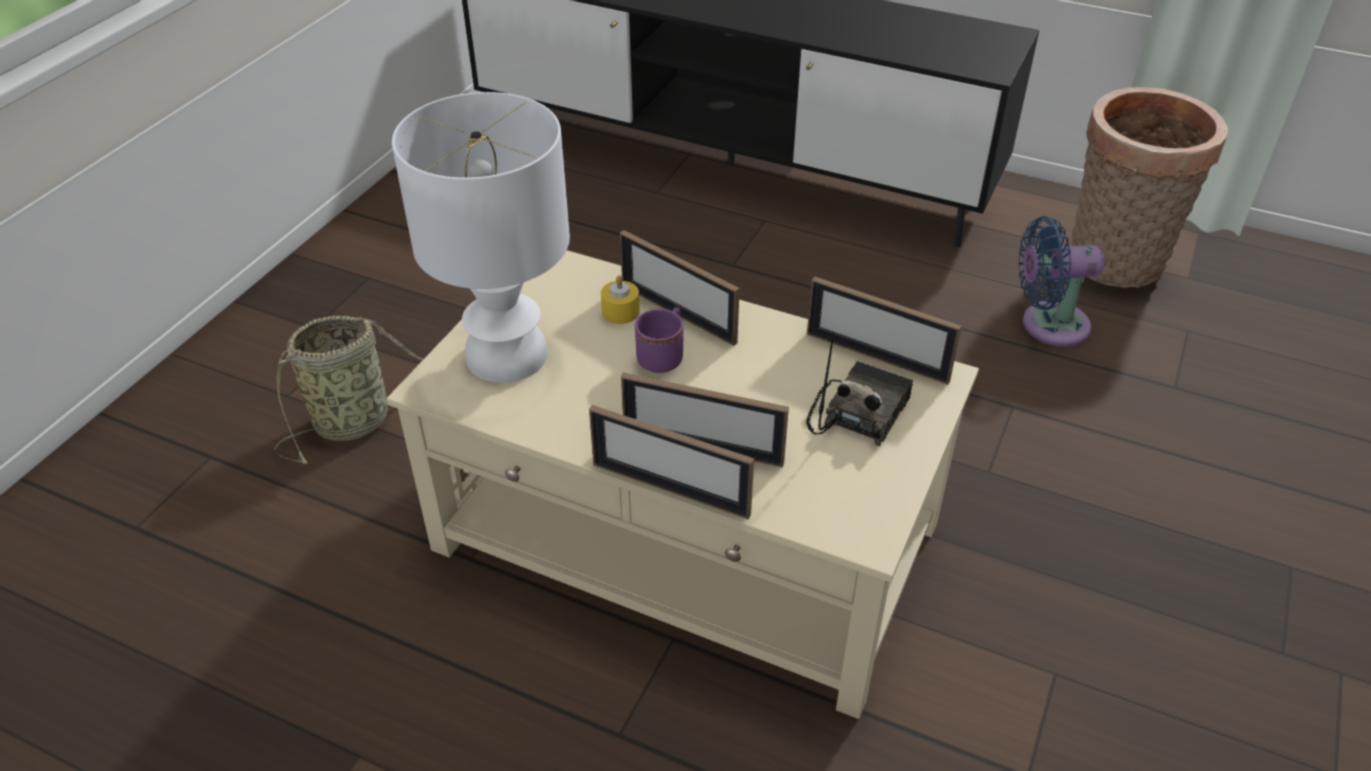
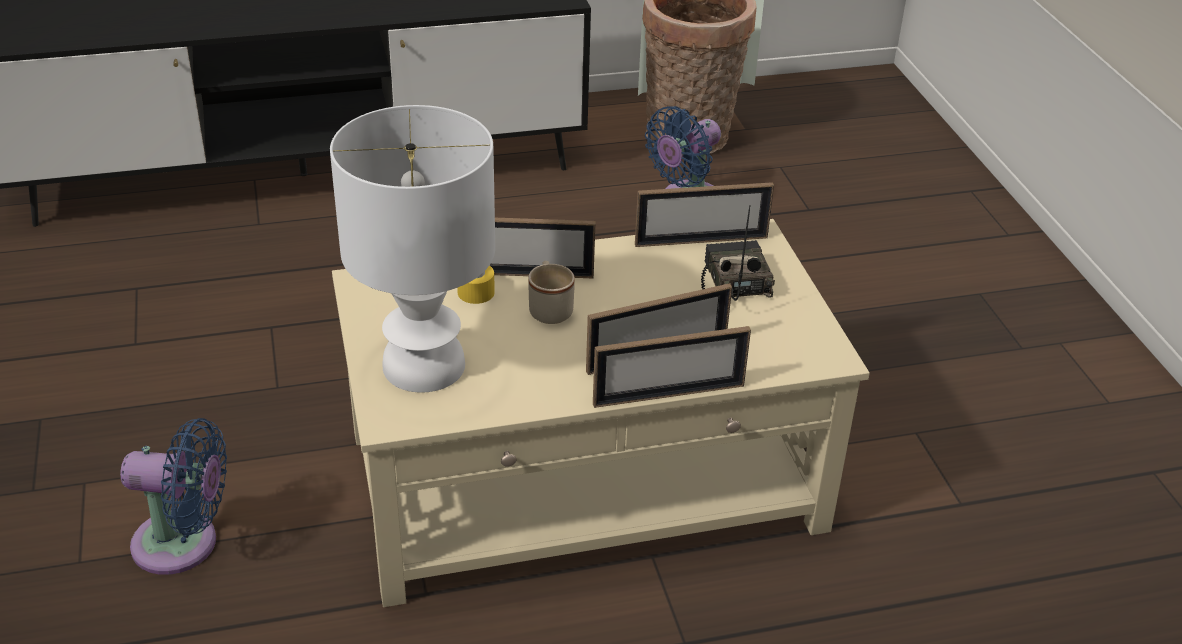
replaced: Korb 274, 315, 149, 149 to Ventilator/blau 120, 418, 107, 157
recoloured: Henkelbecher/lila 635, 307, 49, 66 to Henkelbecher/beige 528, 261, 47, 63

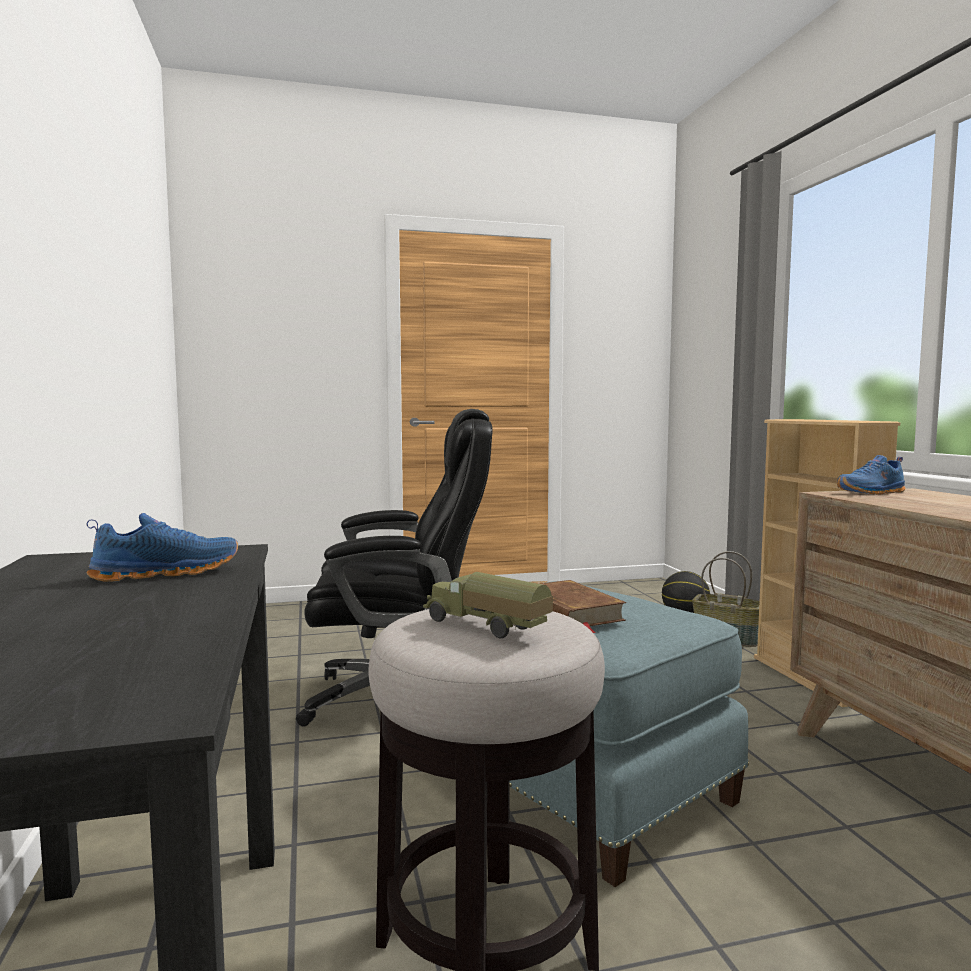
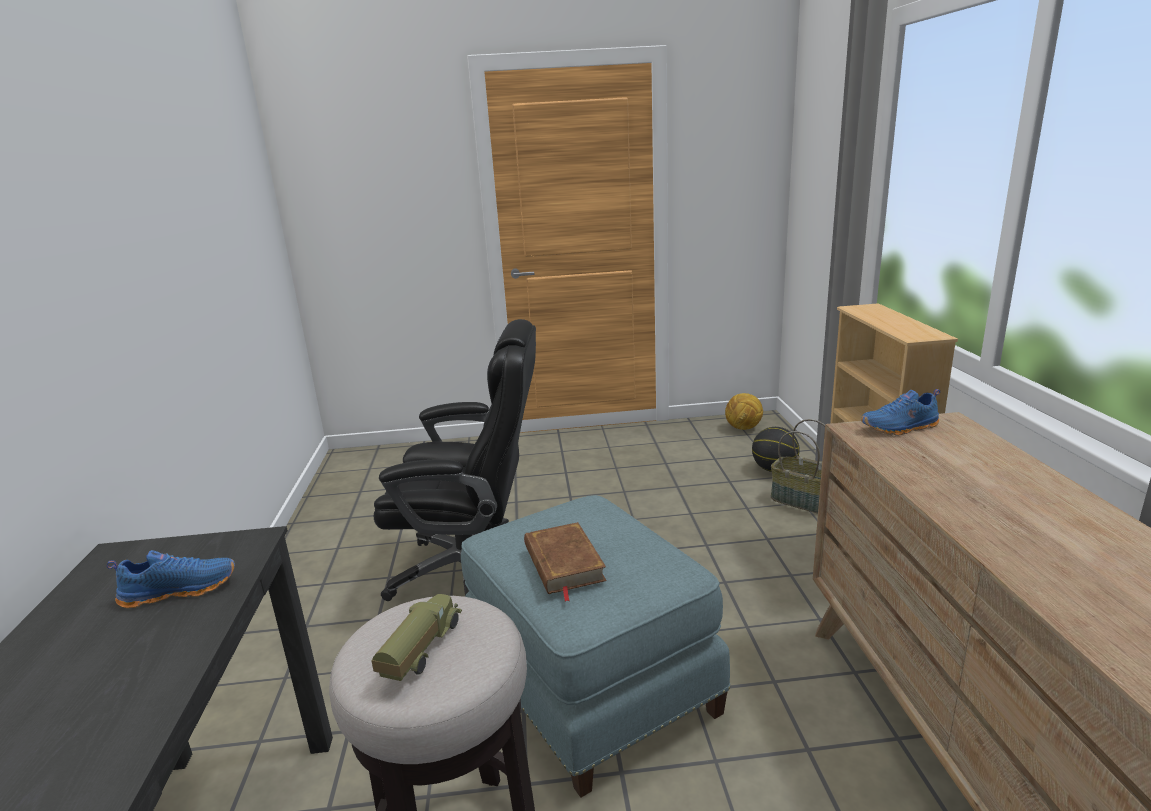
added: Fußball 725, 393, 38, 37
turned: Spielzeuglaster 423, 572, 130, 66 = 371, 594, 91, 87 60 degrees clockwise

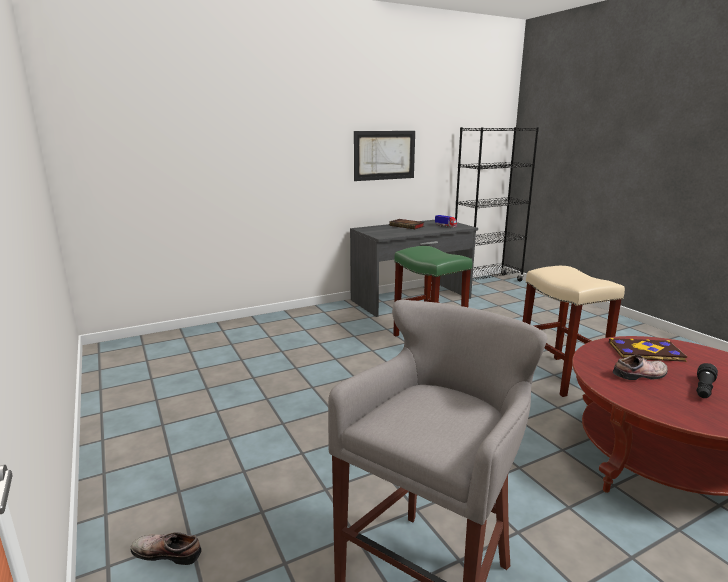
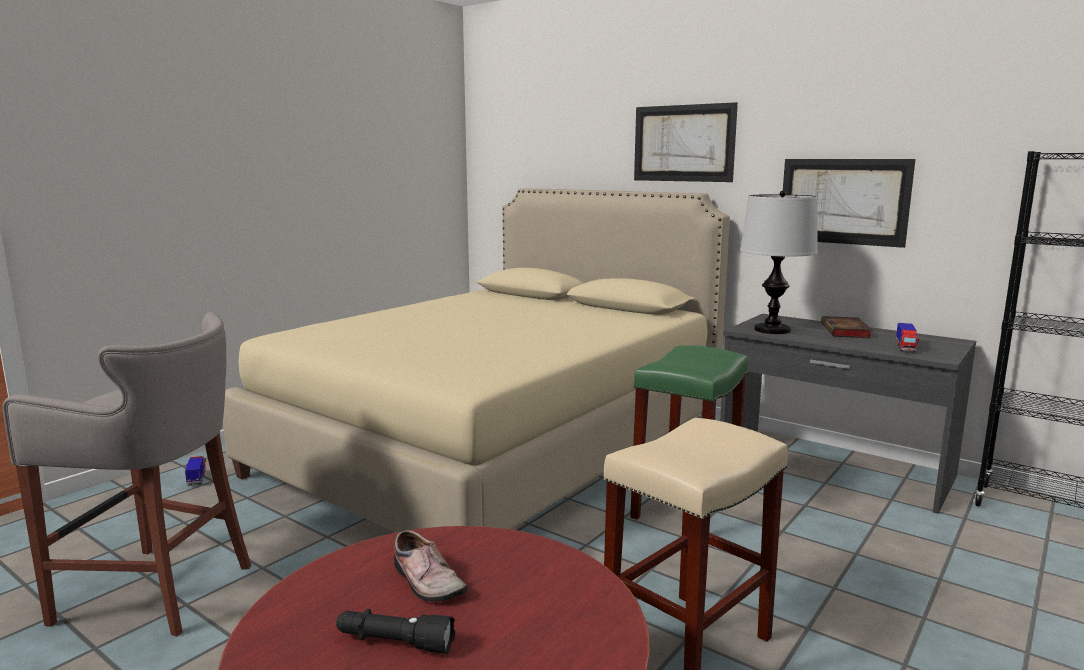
removed: Buch 609, 338, 78, 24
added: Bett/beige 223, 188, 507, 344; Bild 634, 102, 104, 80; Tischlampe 740, 191, 78, 143
replaced: Schuh 131, 532, 71, 33 to Spielzeuglaster 185, 456, 21, 30

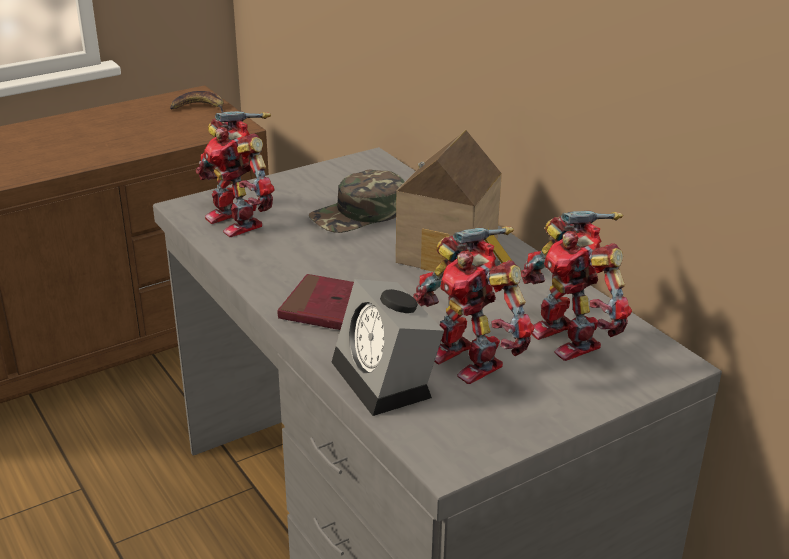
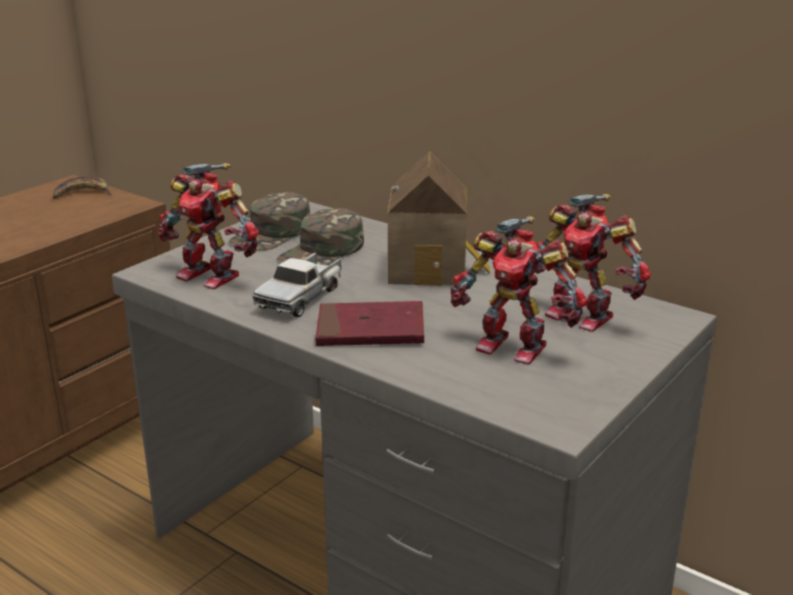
removed: Wecker 331, 279, 113, 137
added: Kappe/grün 229, 192, 81, 58; Spielzeuglaster 252, 253, 89, 64

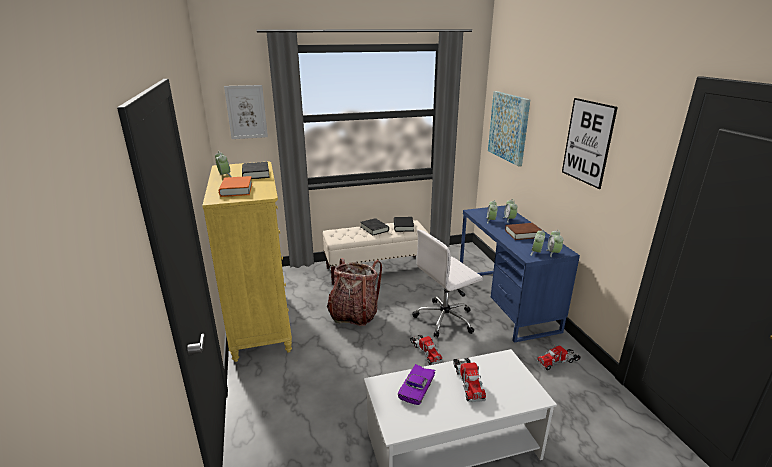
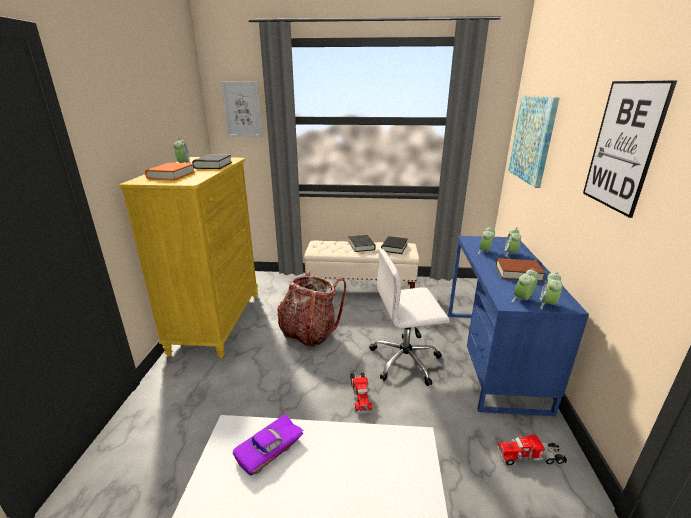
removed: Spielzeuglaster 453, 358, 33, 44

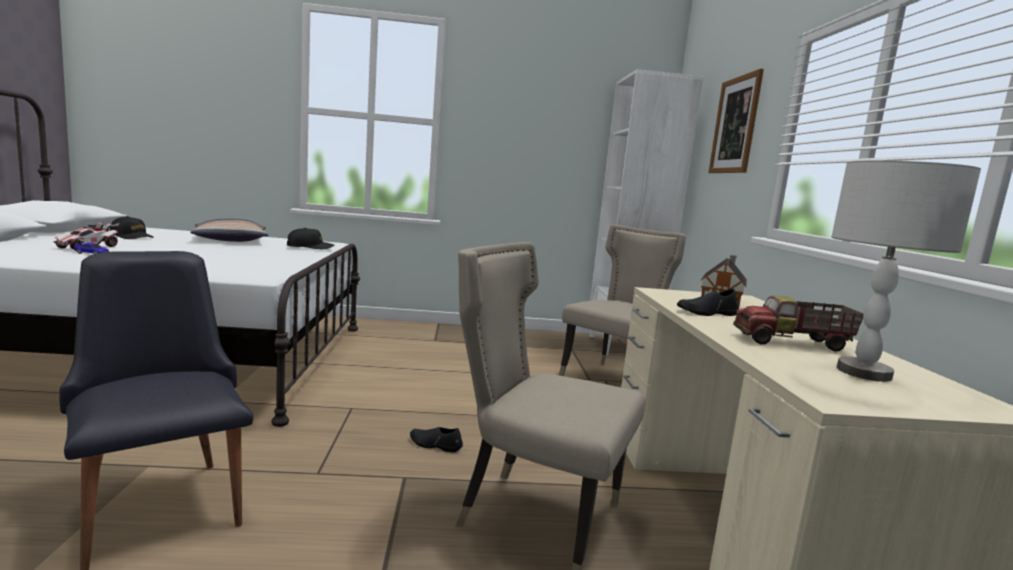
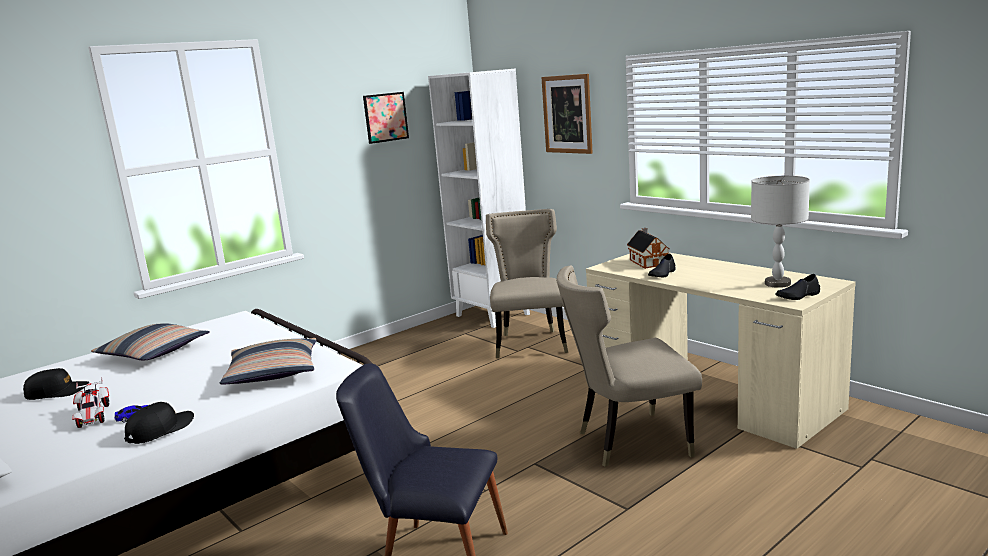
removed: Spielzeuglaster 733, 296, 131, 55
added: Kissen 220, 338, 96, 47; Bild 363, 92, 46, 52
moved: Kappe/schwarz 287, 228, 47, 21 to 124, 402, 70, 42; Schuh/schwarz 410, 427, 53, 26 to 776, 274, 44, 26

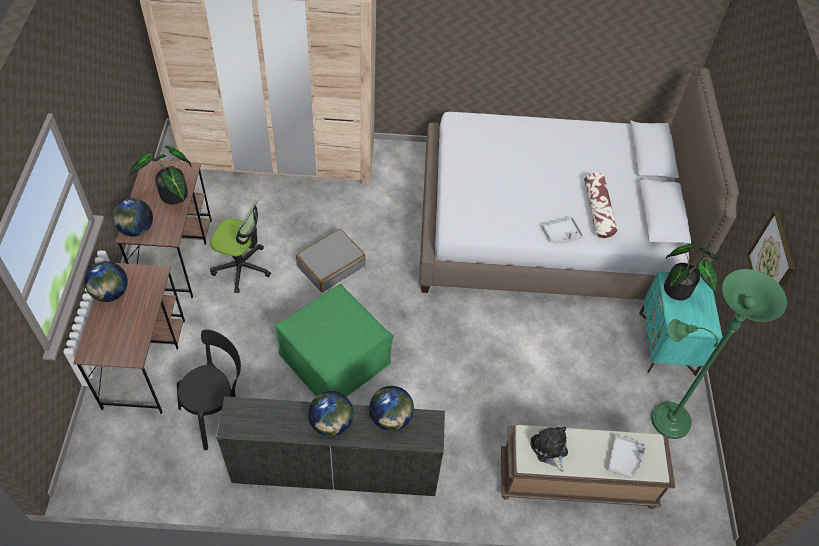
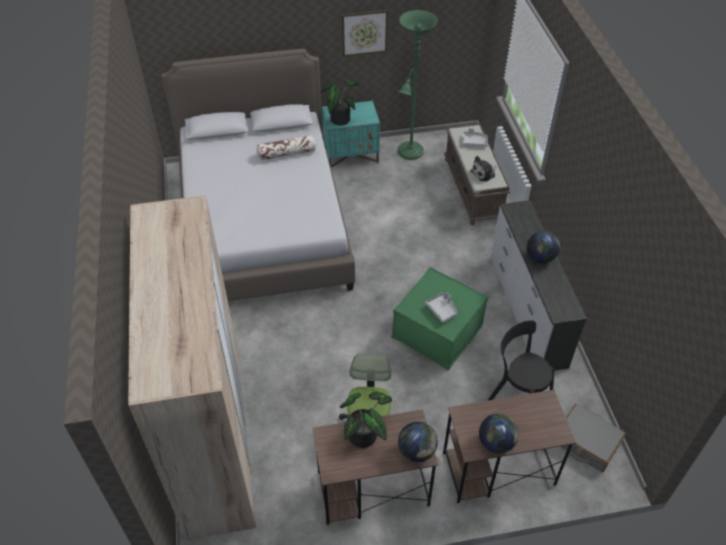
removed: Globus 369, 386, 45, 45
moved: Koffer/grau 296, 229, 70, 63 to 560, 404, 66, 68; Tablett/grau 542, 217, 41, 26 to 425, 292, 33, 31

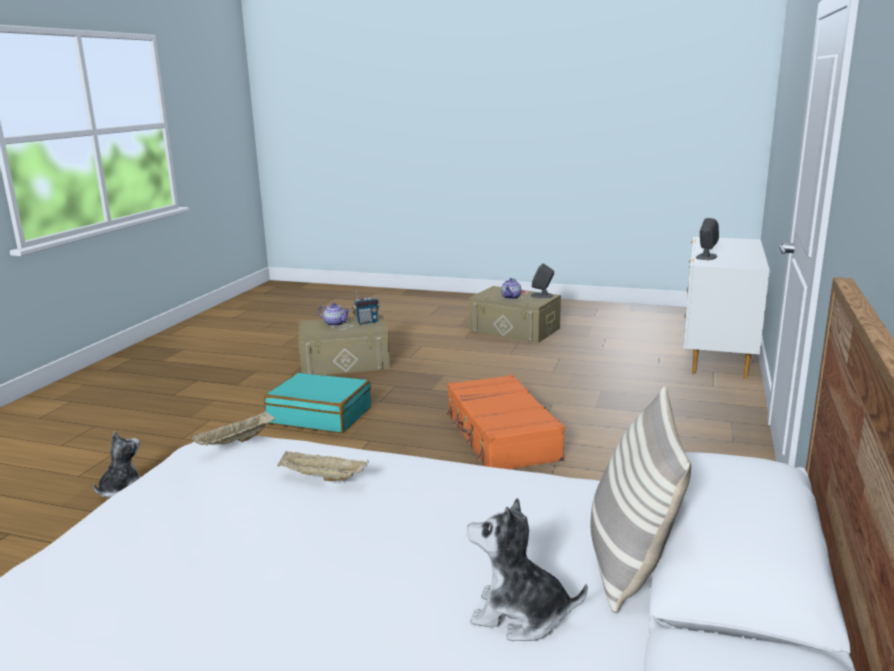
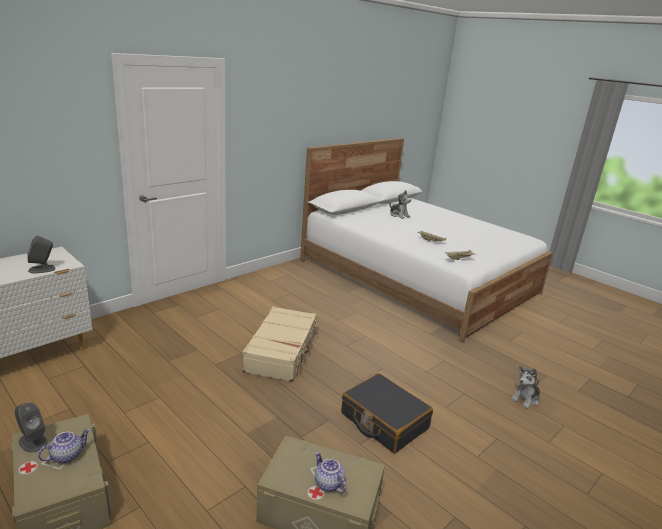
removed: Radio 353, 287, 27, 37; Kissen 591, 386, 100, 227
recoloured: Koffer/türkis 264, 372, 107, 61 to Koffer/schwarz 341, 373, 92, 81; Koffer/orange 446, 374, 119, 95 to Koffer/beige 242, 306, 76, 76

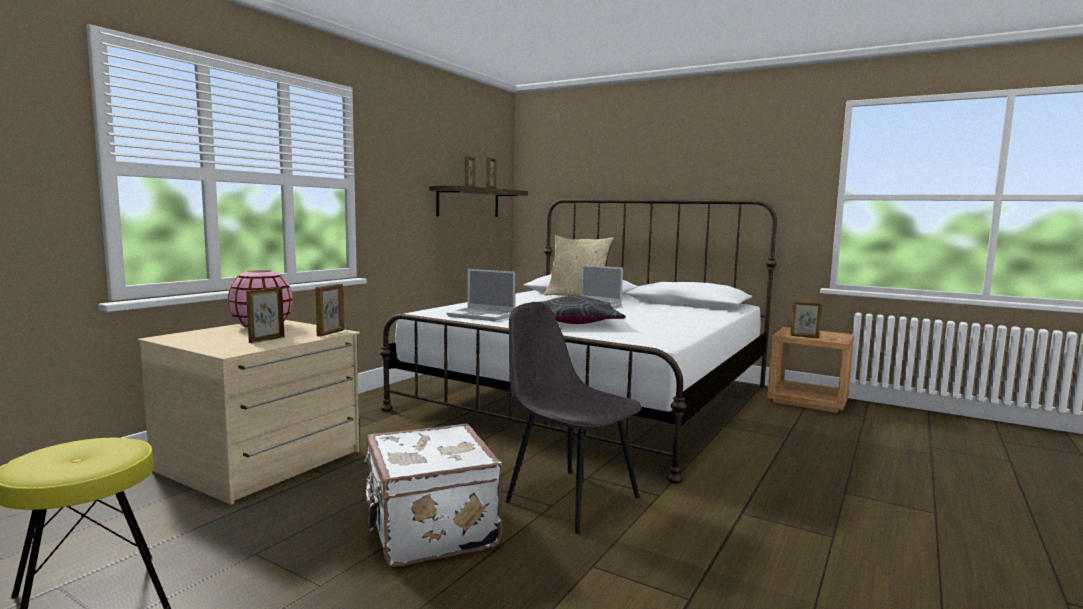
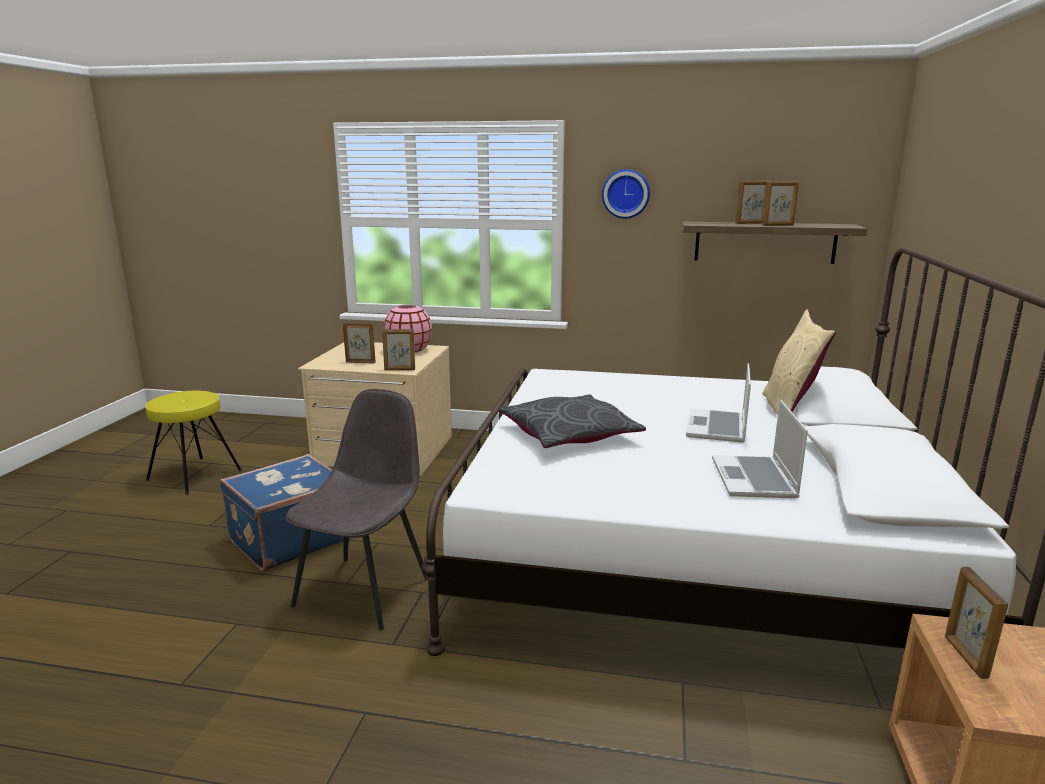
added: Wanduhr 602, 169, 48, 50
moved: Laptop 446, 269, 69, 52 to 712, 400, 96, 98
recoloured: Koffer/weiß 364, 424, 138, 143 to Koffer/blau 219, 454, 131, 118

